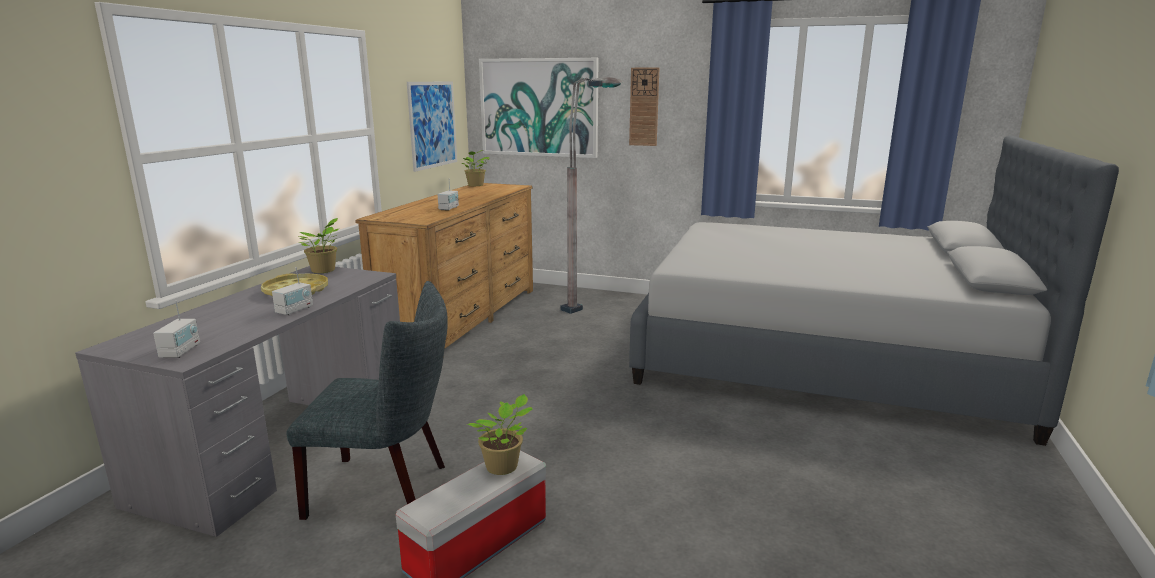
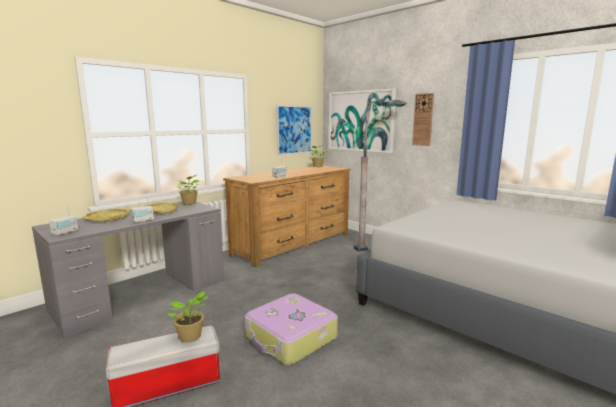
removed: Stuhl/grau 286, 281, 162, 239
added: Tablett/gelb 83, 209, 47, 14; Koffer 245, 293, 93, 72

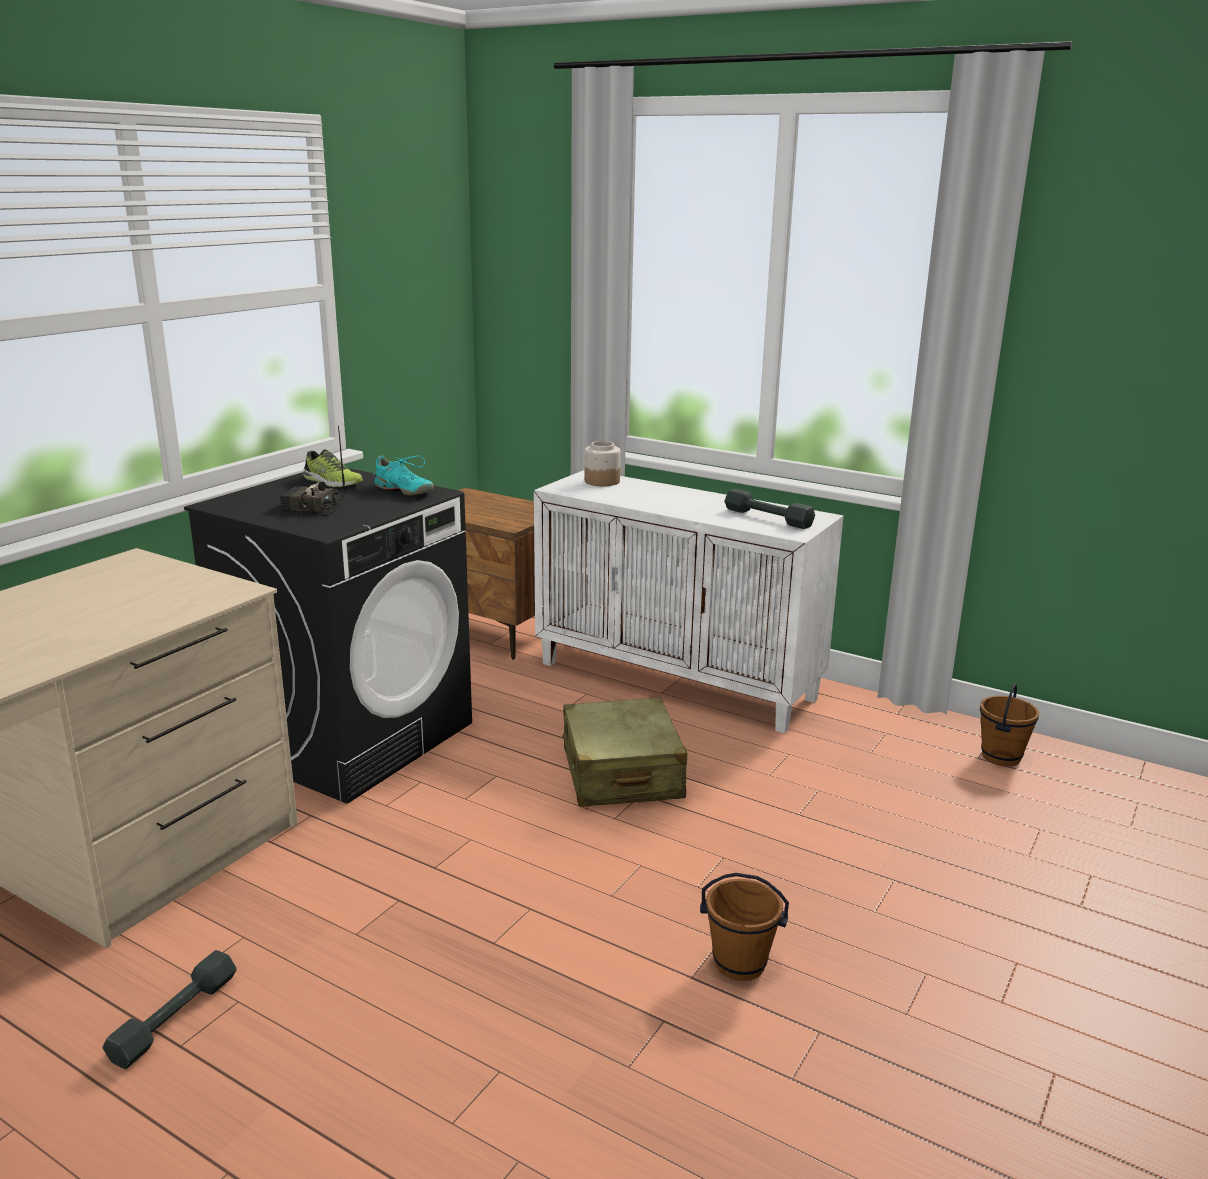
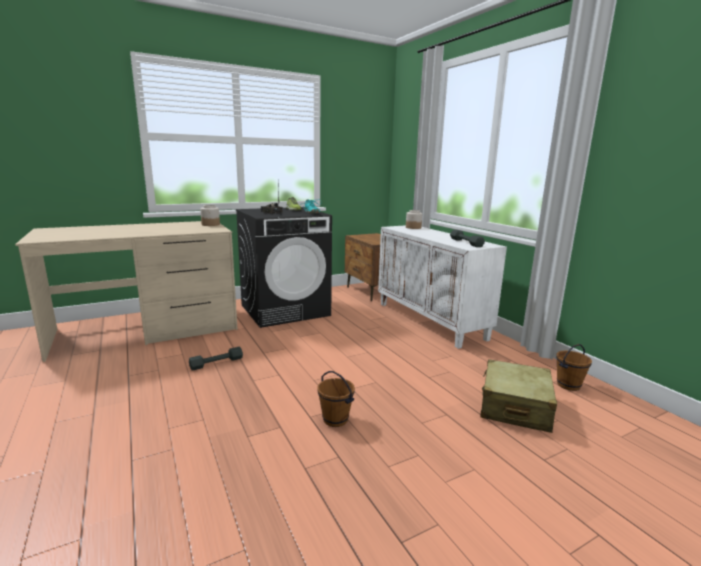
added: Vorratsglas 200, 205, 20, 21
moved: Hantel/grau 103, 950, 134, 119 to 189, 347, 54, 24; Koffer/beige 562, 697, 125, 110 to 480, 359, 77, 74

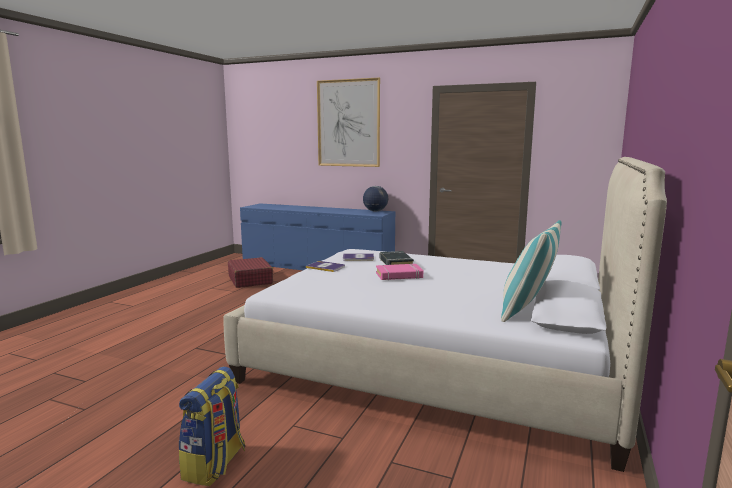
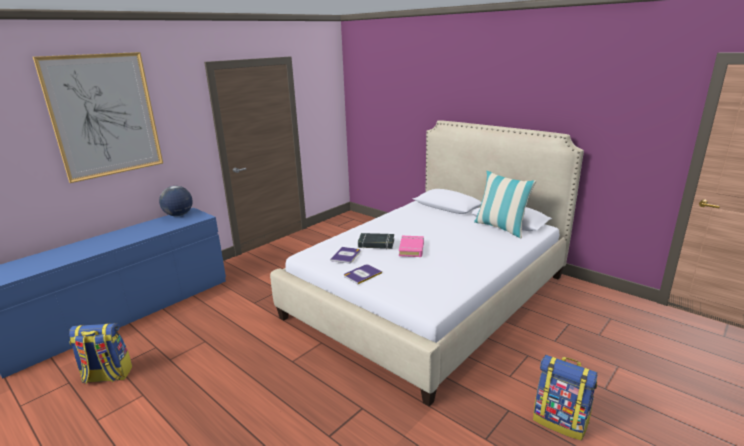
replaced: Koffer/rot 228, 257, 45, 31 to Rucksack 69, 323, 63, 61

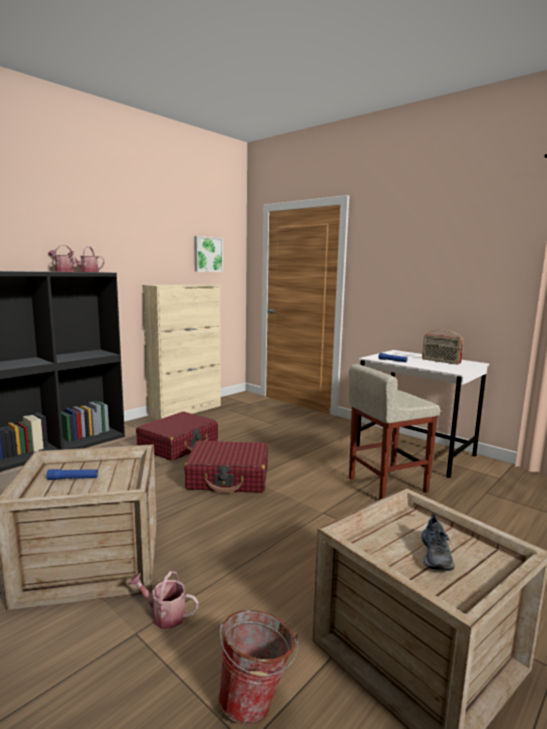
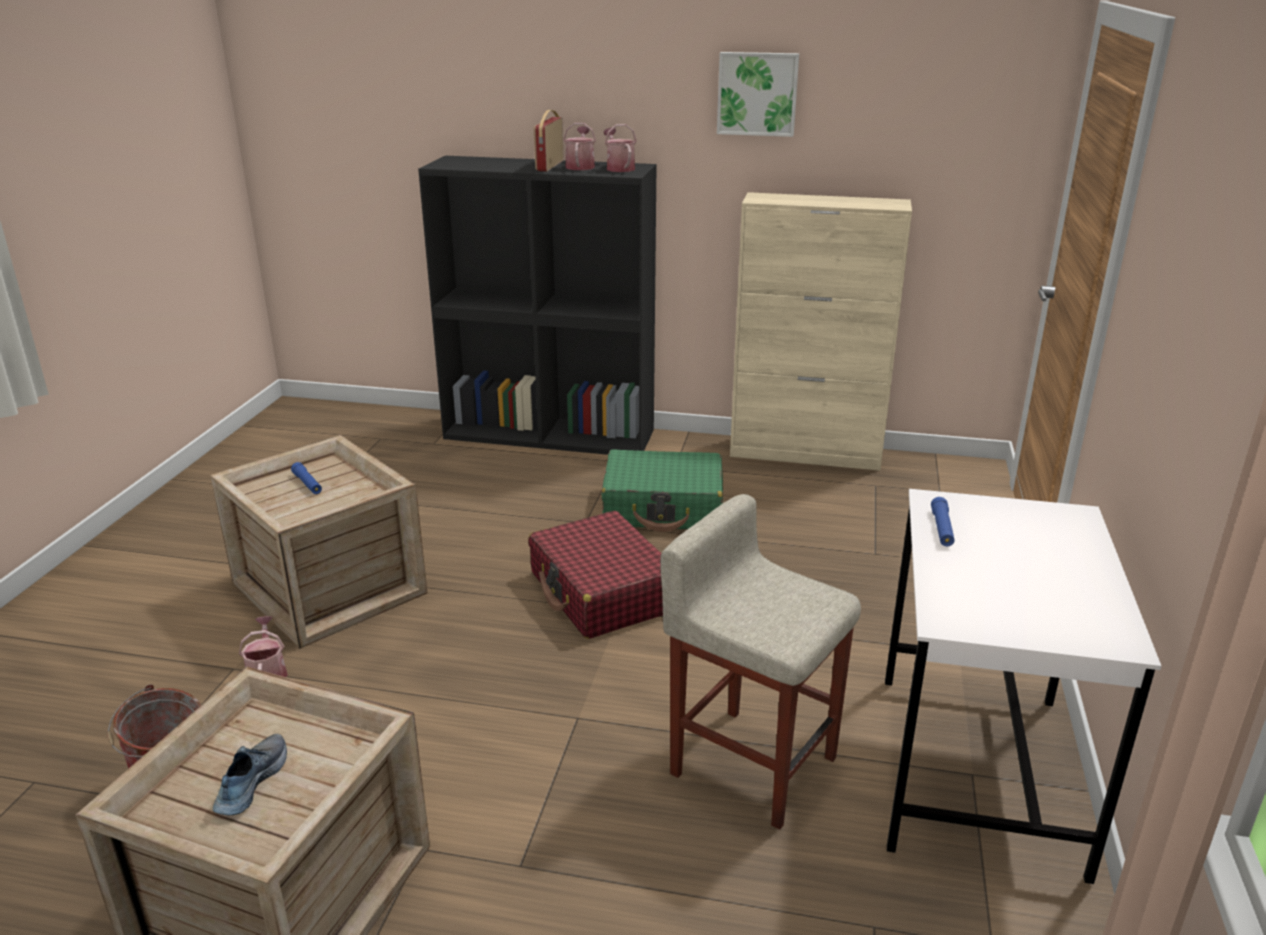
moved: Bild 194, 236, 29, 36 to 717, 52, 82, 85; Radio 422, 330, 42, 34 to 534, 110, 29, 61
recoloured: Koffer/rot 136, 412, 82, 49 to Koffer/grün 601, 449, 122, 83
turned: Schuh 421, 514, 34, 57 = 213, 733, 74, 83 120 degrees clockwise

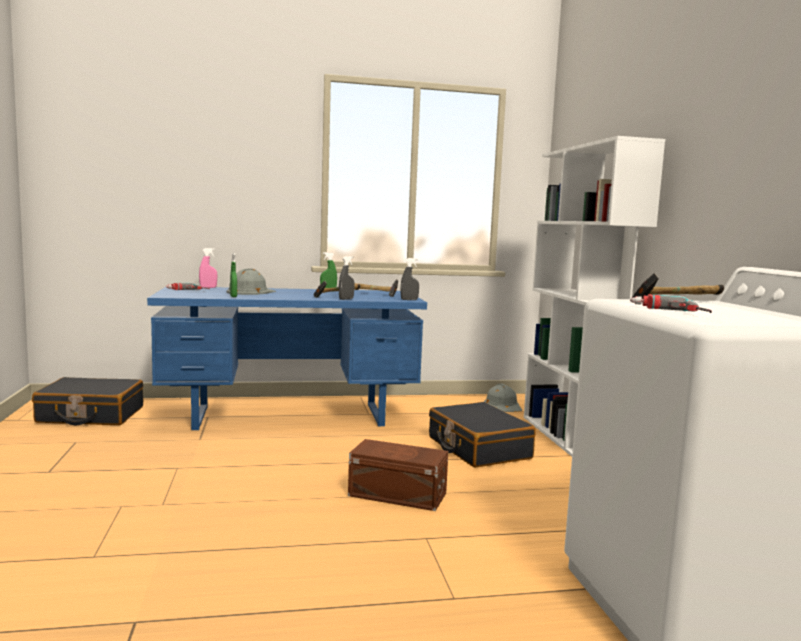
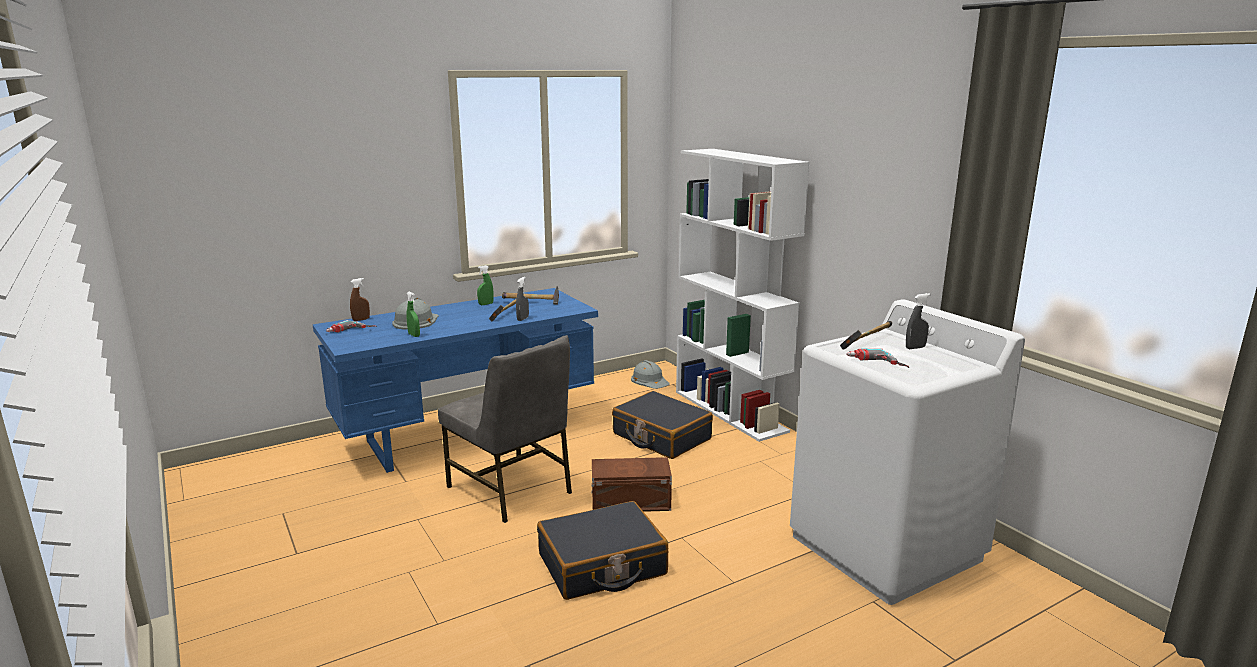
added: Stuhl/grau 438, 335, 134, 188
moved: Koffer/schwarz 32, 377, 111, 48 to 537, 501, 131, 99; Sprühflasche/grau 401, 258, 18, 42 to 906, 293, 24, 56
recoloured: Sprühflasche/rosa 199, 248, 18, 40 to Sprühflasche/braun 350, 278, 20, 43

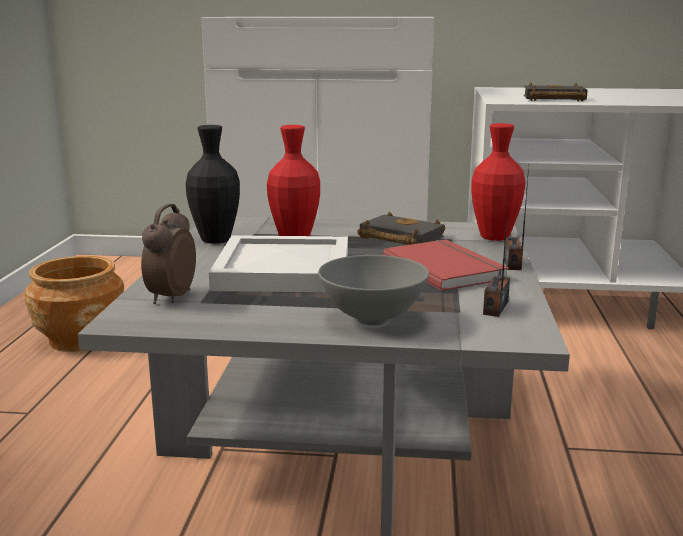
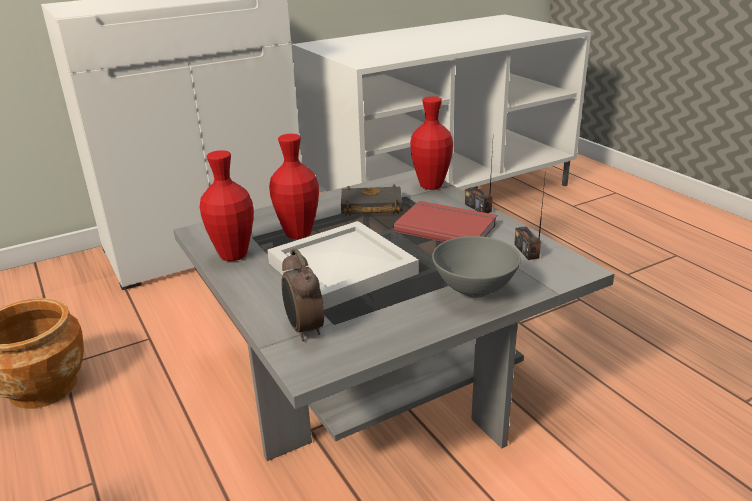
removed: Buch/schwarz 524, 83, 64, 18
recoloured: Vase/schwarz 186, 125, 54, 119 to Vase/rot 200, 150, 53, 111

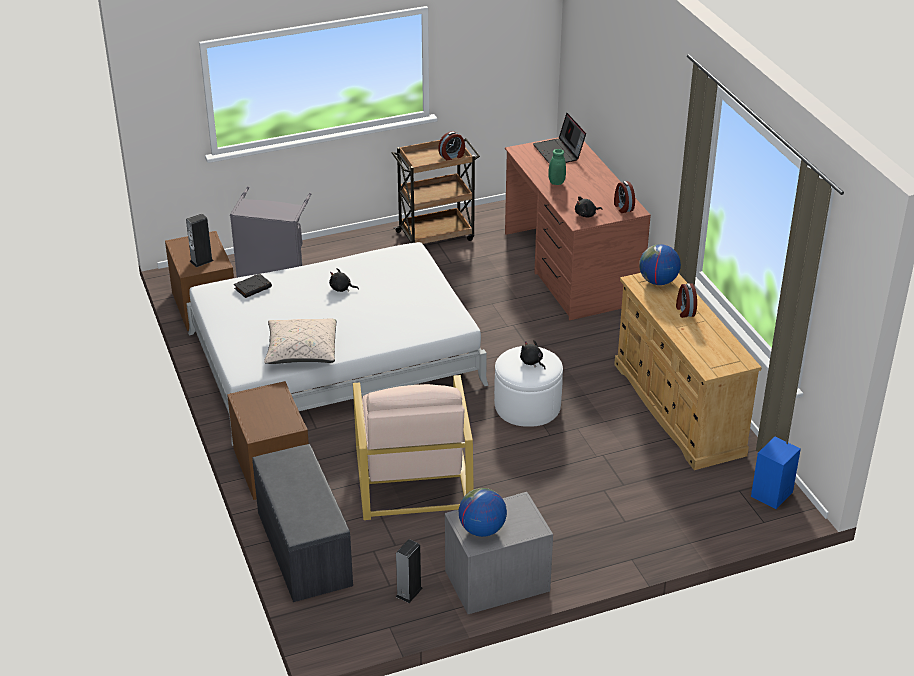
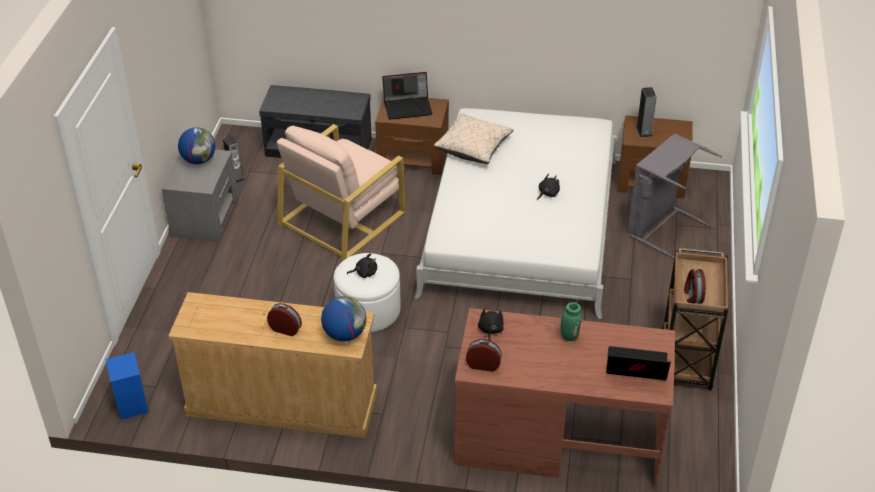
removed: Buch/schwarz 234, 274, 38, 24
added: Laptop 382, 72, 50, 47
turned: Sessel/beige 353, 375, 121, 145 = 277, 124, 128, 136 75 degrees counterclockwise

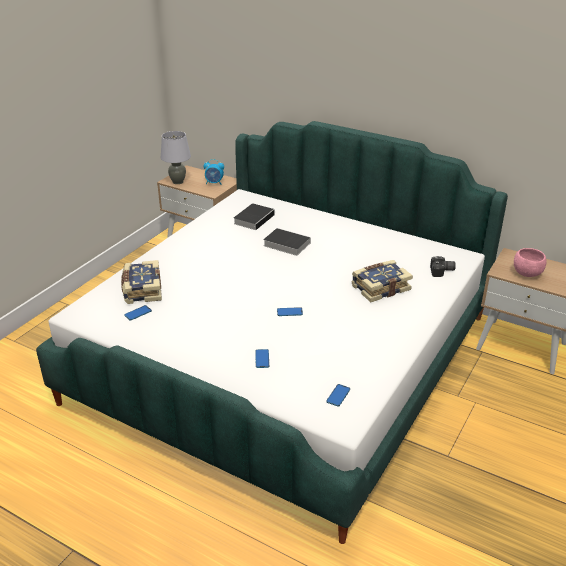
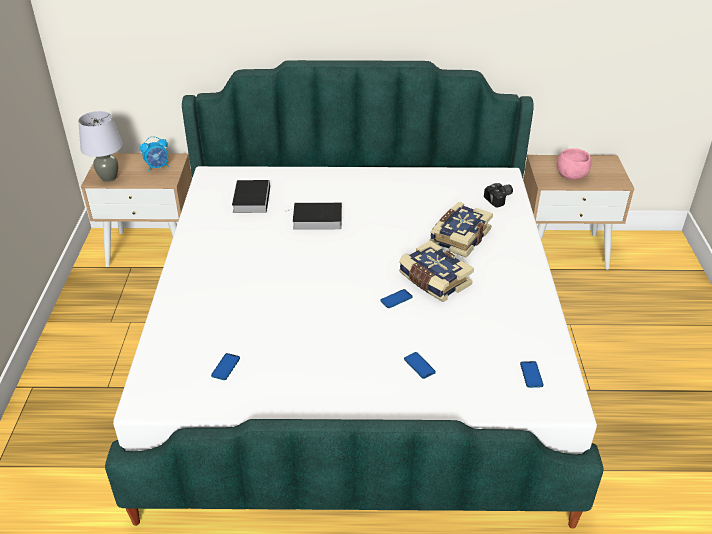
moved: Buch 121, 260, 41, 44 to 399, 240, 75, 62

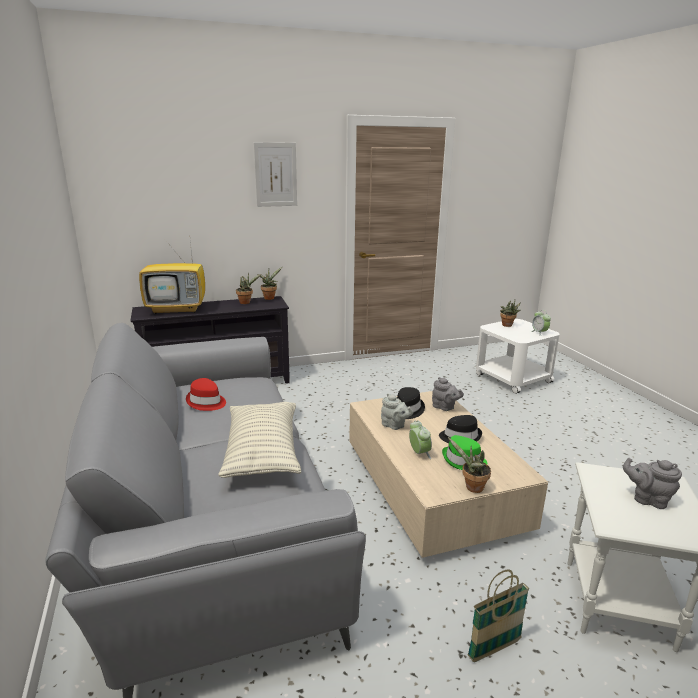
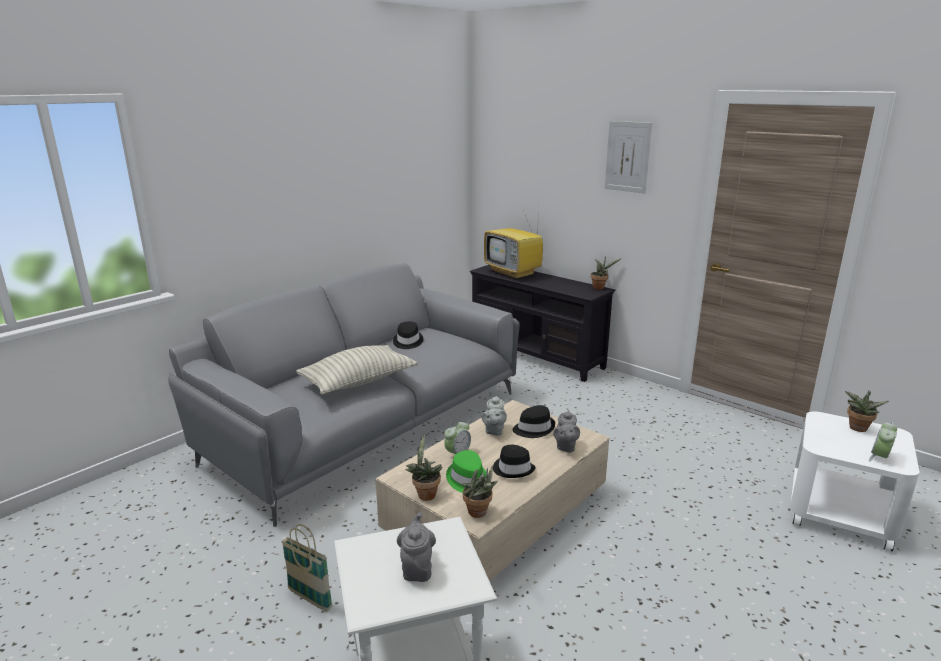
moved: Topfpflanze 236, 272, 26, 32 to 462, 465, 36, 53
recoloured: Hut/rot 186, 378, 40, 33 to Hut/schwarz 393, 322, 30, 27

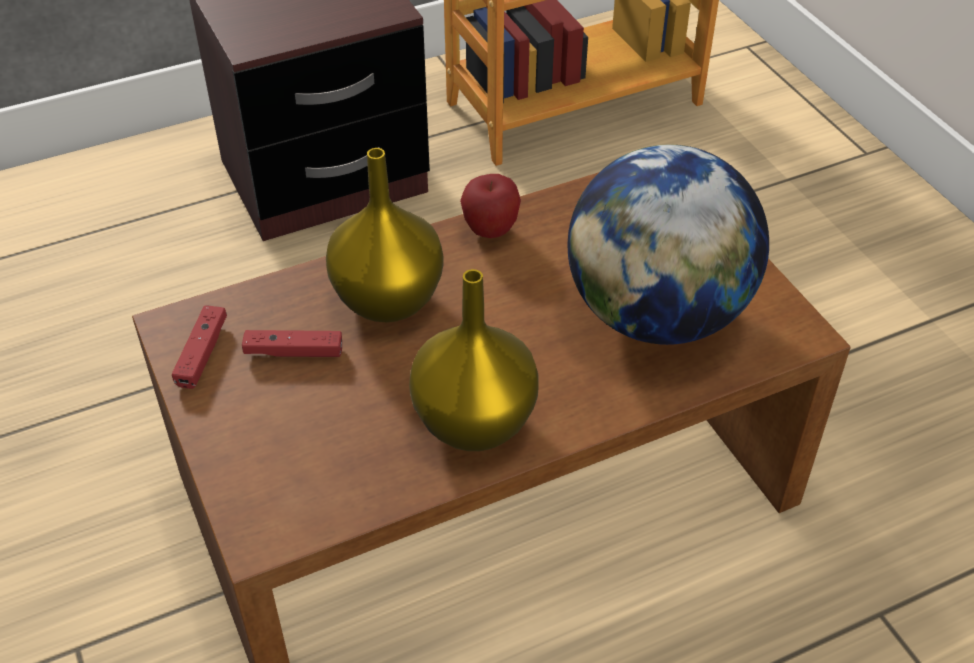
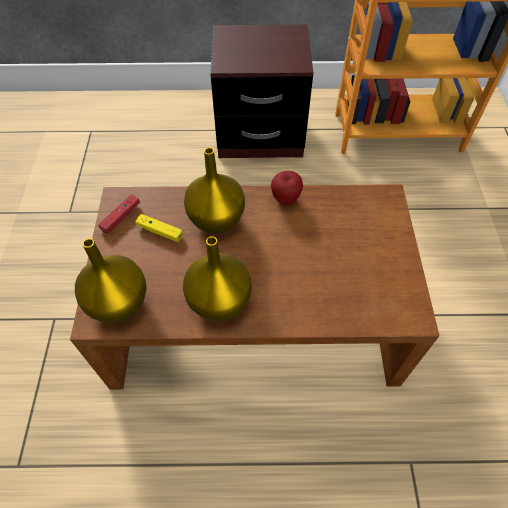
removed: Globus 567, 144, 202, 201
added: Vase/gelb 75, 238, 72, 85
recoloured: Gamepad/rot 242, 330, 100, 27 to Gamepad/gelb 135, 214, 48, 28

